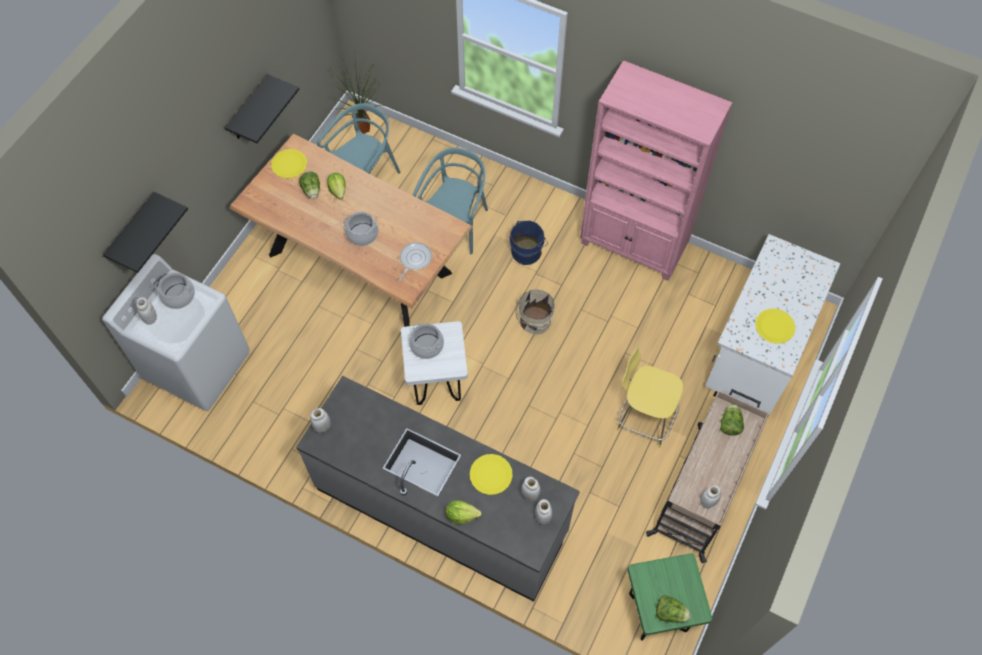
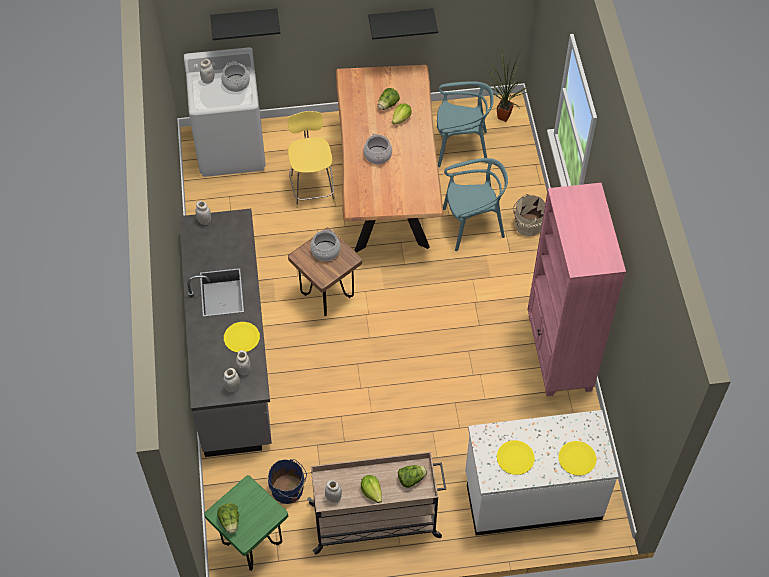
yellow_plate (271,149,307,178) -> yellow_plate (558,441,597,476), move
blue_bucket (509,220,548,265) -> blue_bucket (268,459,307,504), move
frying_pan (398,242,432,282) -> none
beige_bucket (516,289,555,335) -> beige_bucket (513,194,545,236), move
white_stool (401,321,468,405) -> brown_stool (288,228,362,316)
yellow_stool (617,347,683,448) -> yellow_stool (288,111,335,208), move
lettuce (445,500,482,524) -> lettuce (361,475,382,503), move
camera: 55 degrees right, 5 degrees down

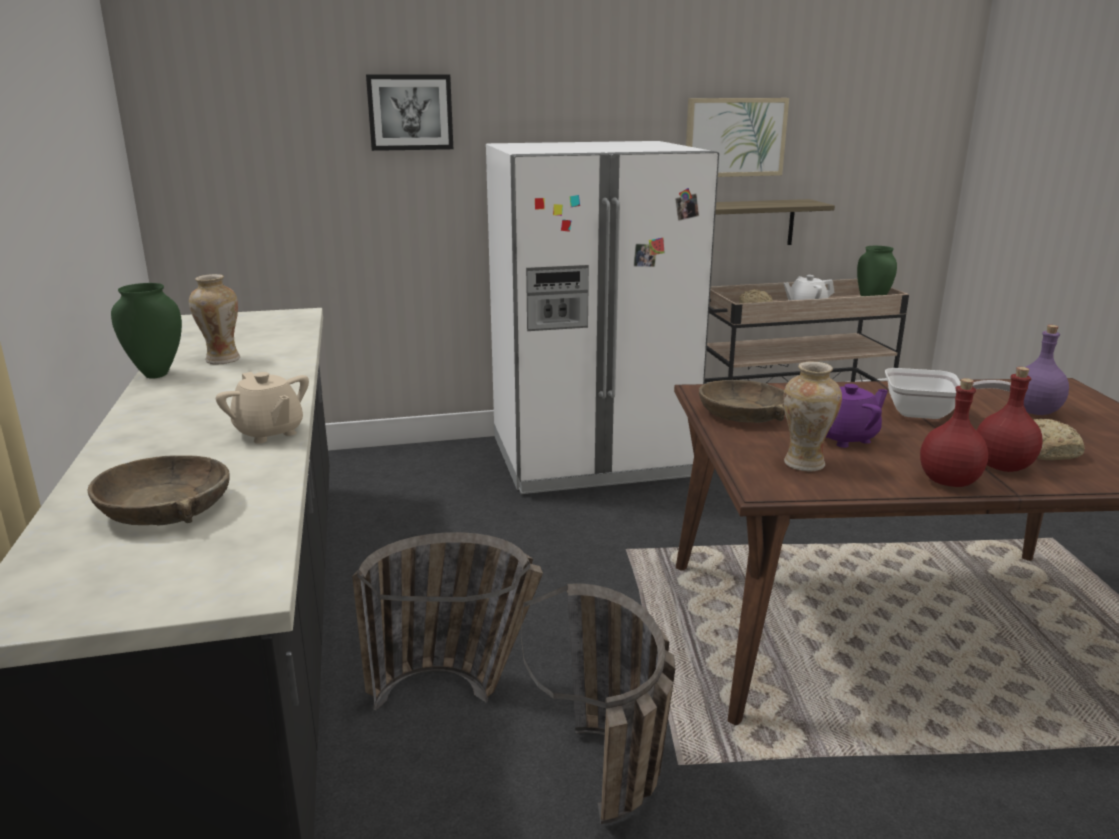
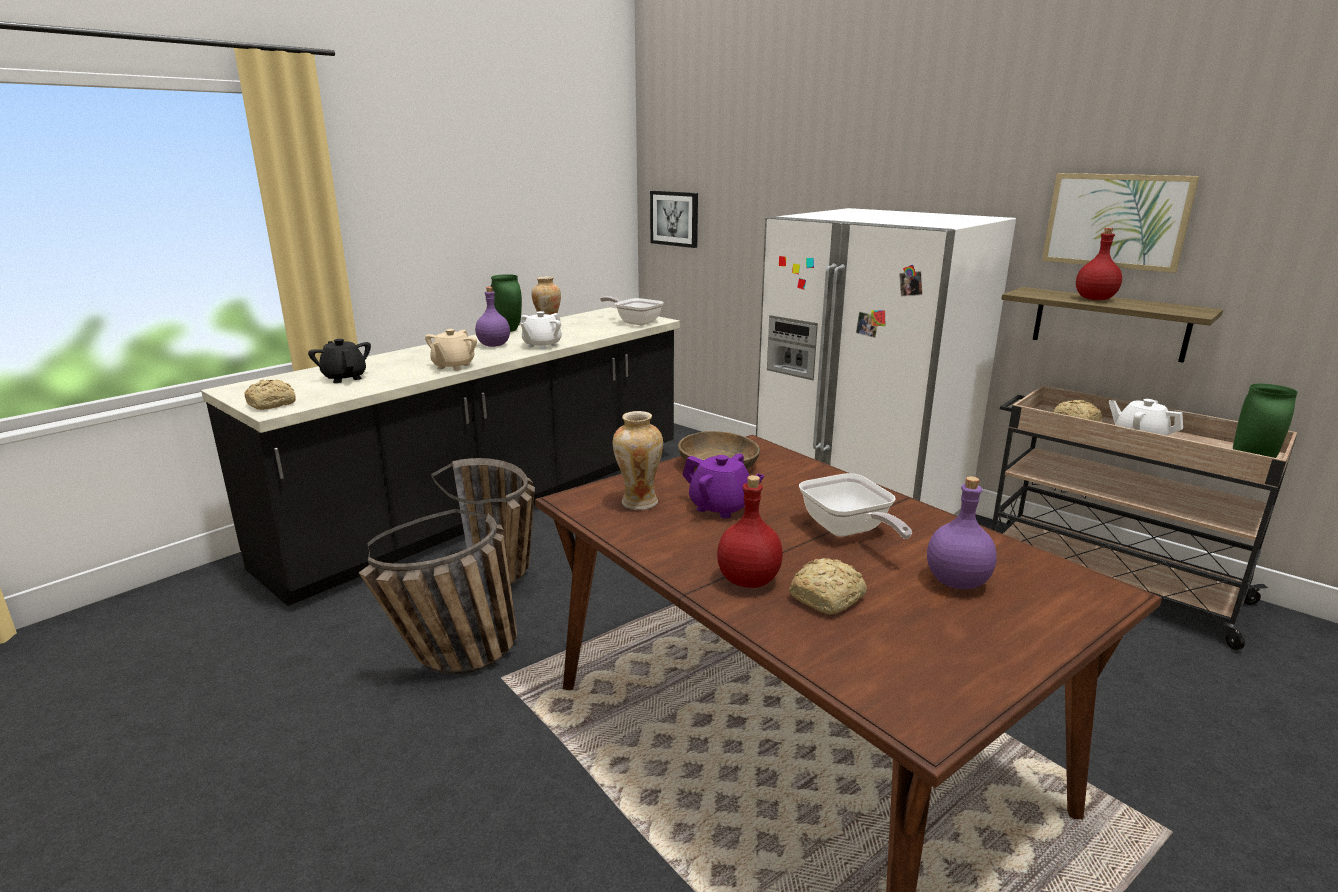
picture (366,74,453,151) -> picture (650,191,698,248), move
red_bottle (920,378,988,487) -> red_bottle (1076,228,1122,300), move
brown_bowl (88,455,229,526) -> black_teapot (308,339,371,383)
none -> purple_bottle (475,287,510,347)
none -> frying_pan (600,296,664,325)
none -> white_teapot (521,311,562,349)
none -> bread (244,379,296,410)
camera: 55 degrees right, 0 degrees up

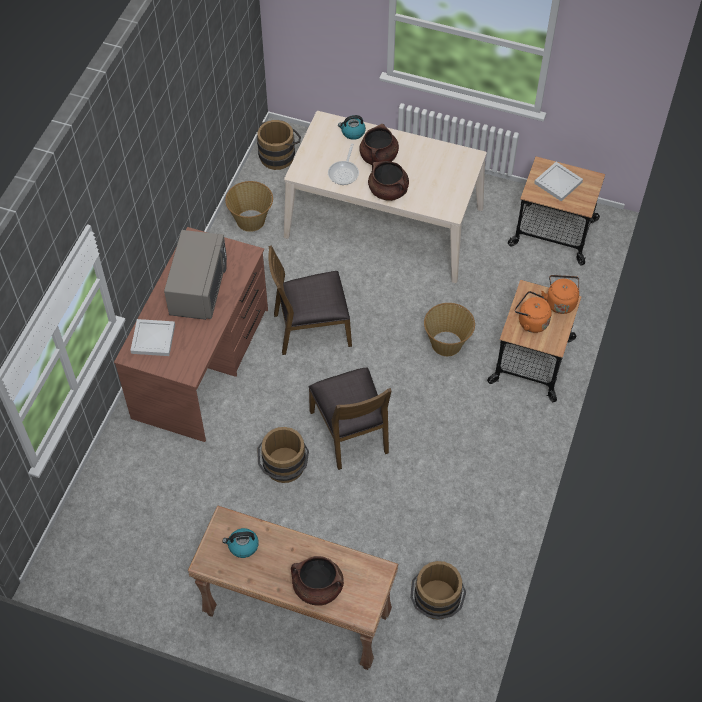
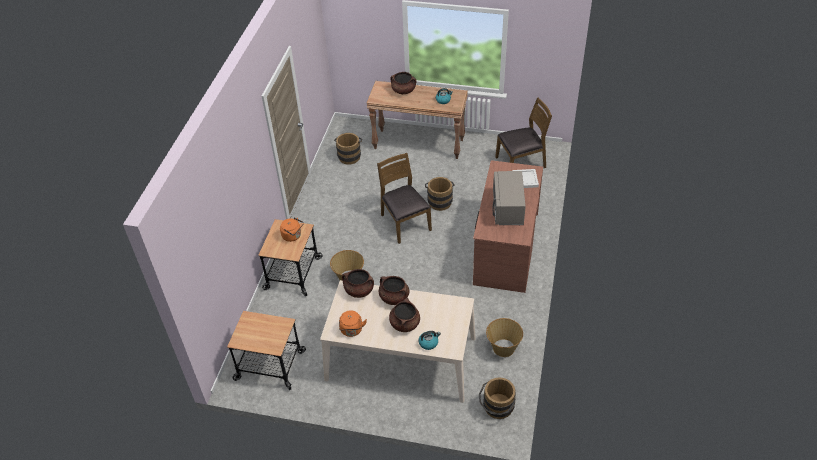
frying_pan (328,144,359,185) -> none
white_tray (534,162,583,201) -> none
brown_chair (268,246,352,355) -> brown_chair (495,97,552,168), move
orange_kettle (541,275,579,314) -> orange_kettle (339,310,367,337), move
none -> brown_cooking_pot (342,269,374,298)
camera: 175 degrees right, 10 degrees down

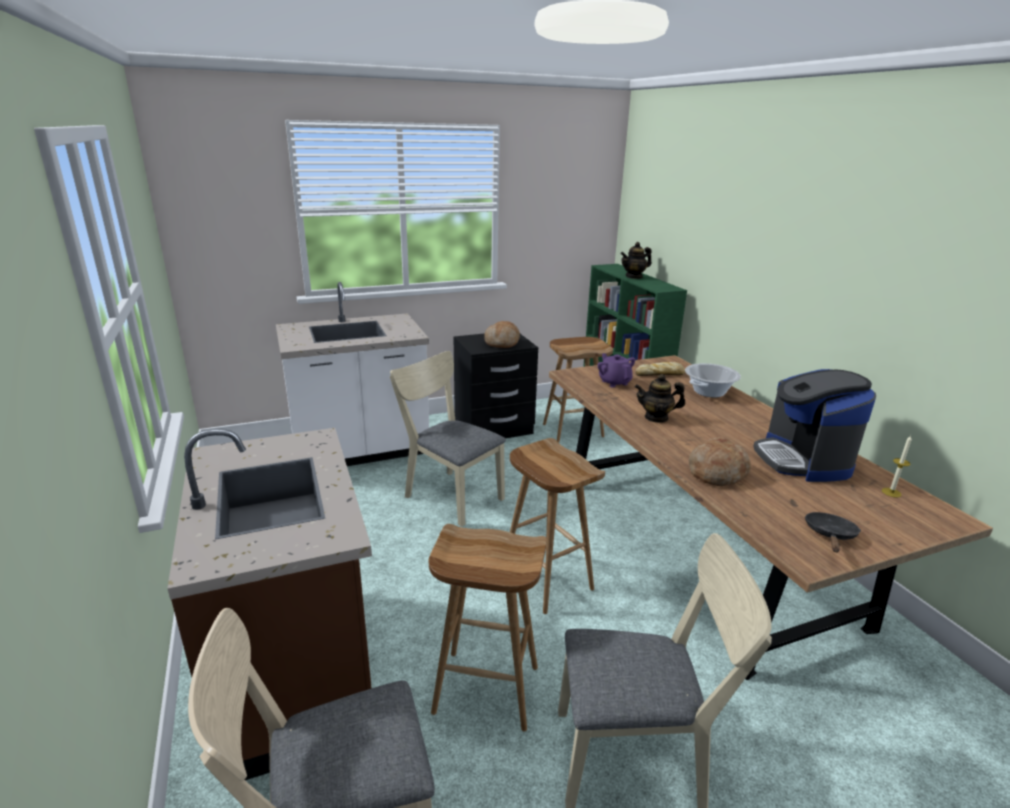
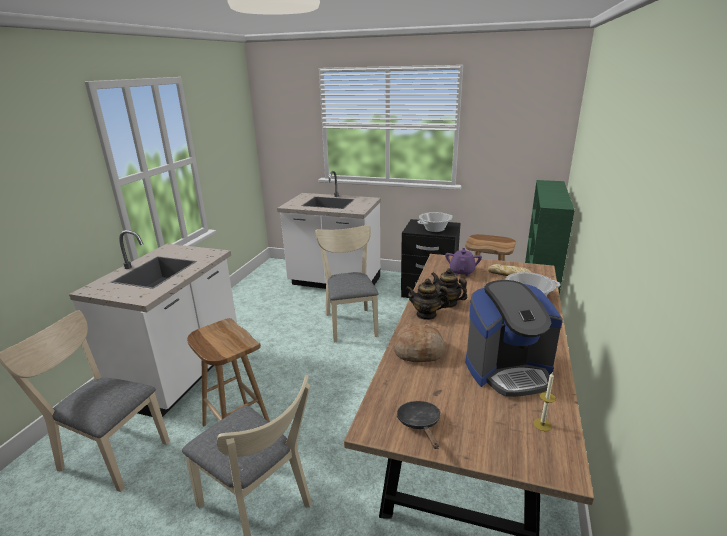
teapot (621,242,652,279) -> teapot (406,279,450,320), move
bread (484,321,520,348) -> cooking_pot (418,212,453,232)
coffee_machine (753,369,876,482) -> coffee_machine (466,280,563,397), 135 degrees counterclockwise
brown_counter (167,428,372,780) -> white_counter (69,230,237,417)
brown_stool (510,438,605,614) -> none
black_frying_pan (805,512,861,553) -> black_frying_pan (397,401,441,449), 75 degrees counterclockwise
camera: 40 degrees right, 0 degrees up

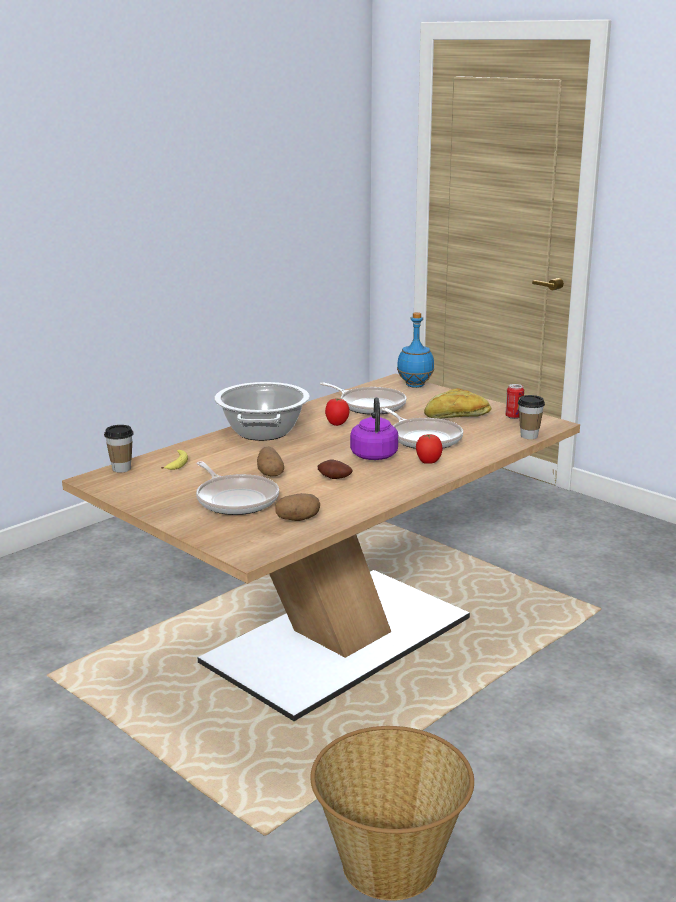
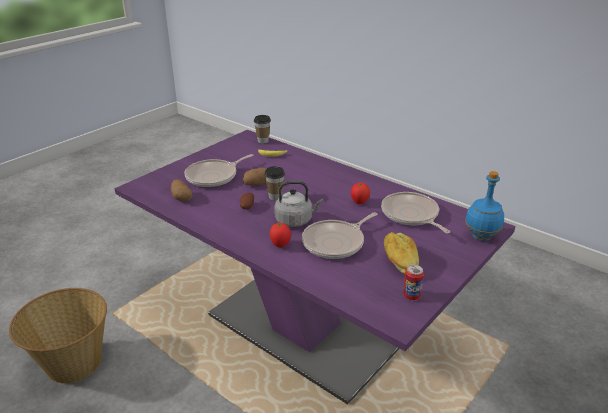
brown_dining_table (62,374,580,721) -> purple_dining_table (114,130,516,405)
cooking_pot (214,382,310,441) -> none
frying_pan (320,382,407,415) -> frying_pan (381,192,450,234), 120 degrees clockwise
cup (518,395,545,439) -> cup (264,166,285,200), move
purple_kettle (350,397,398,460) -> grey_kettle (274,181,323,227)
camera: 85 degrees right, 10 degrees up

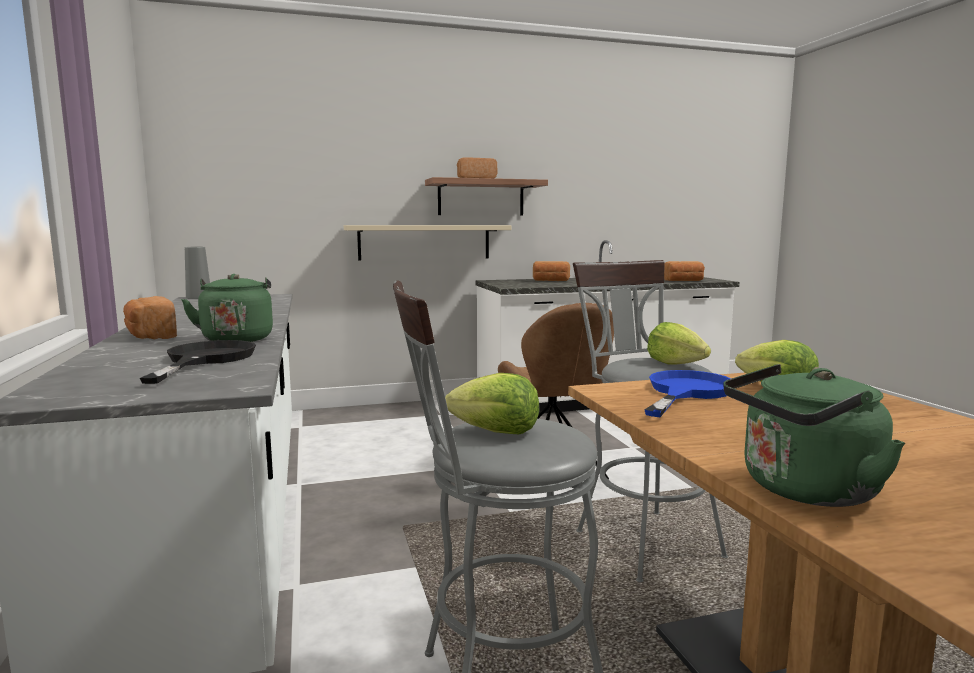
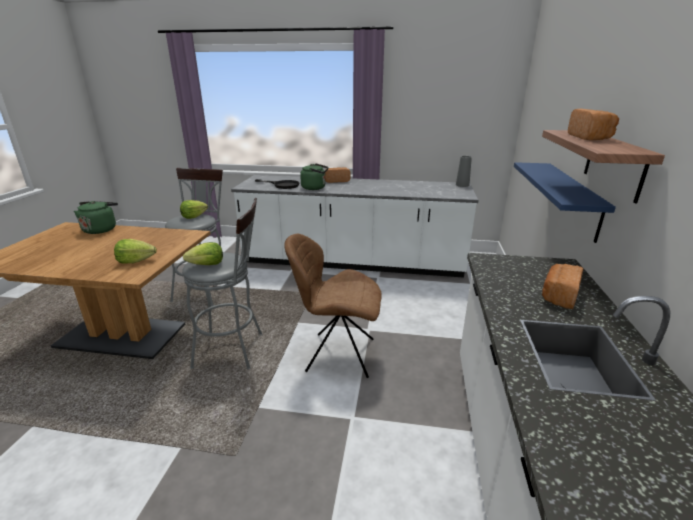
beige_shelf (344,225,512,261) -> blue_shelf (514,162,616,243)
bread (664,261,705,281) -> none
blue_frying_pan (644,370,731,417) -> none
camera: 115 degrees right, 15 degrees up

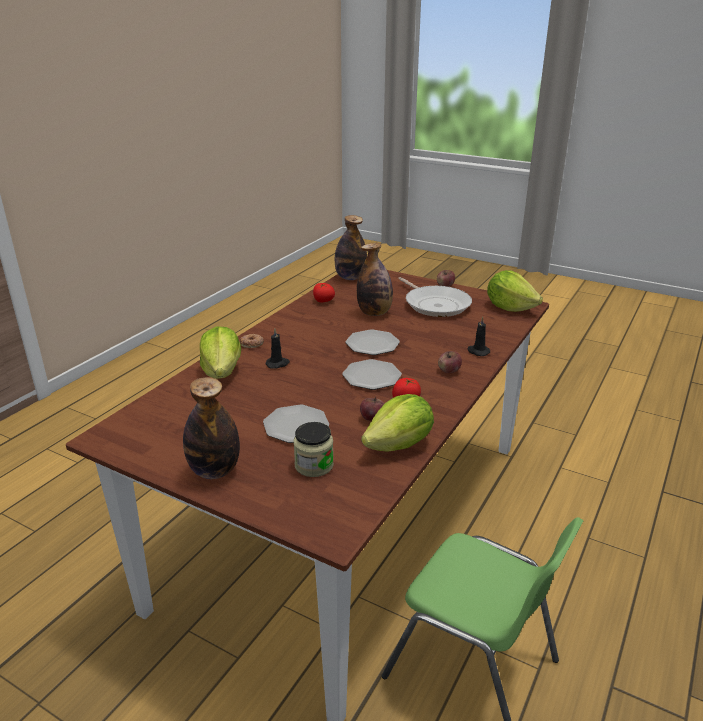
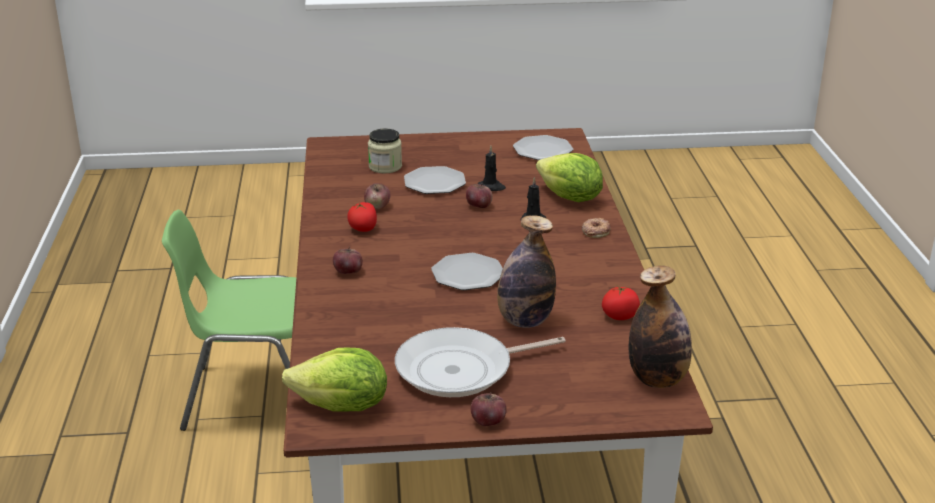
frying_pan (398,277,472,317) -> frying_pan (395,327,566,397), 45 degrees counterclockwise
black_candle (468,316,490,356) -> black_candle (478,146,506,191), move
plate (342,359,402,390) -> plate (513,135,573,160), move
bottle (183,377,240,479) -> none
lettuce (361,394,434,451) -> none
none -> apple (466,183,493,208)
camera: 145 degrees right, 0 degrees up

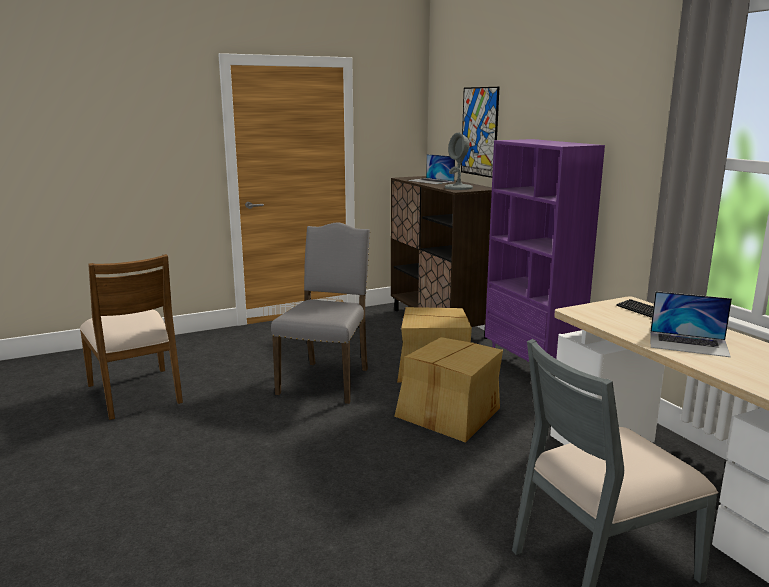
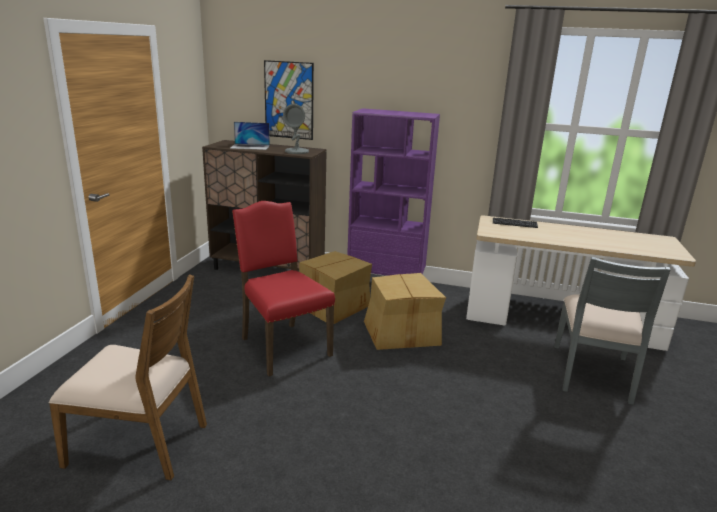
grey_chair (271,222,370,404) -> red_chair (232,201,335,376)
laptop (650,291,732,357) -> none
camera: 50 degrees left, 5 degrees up

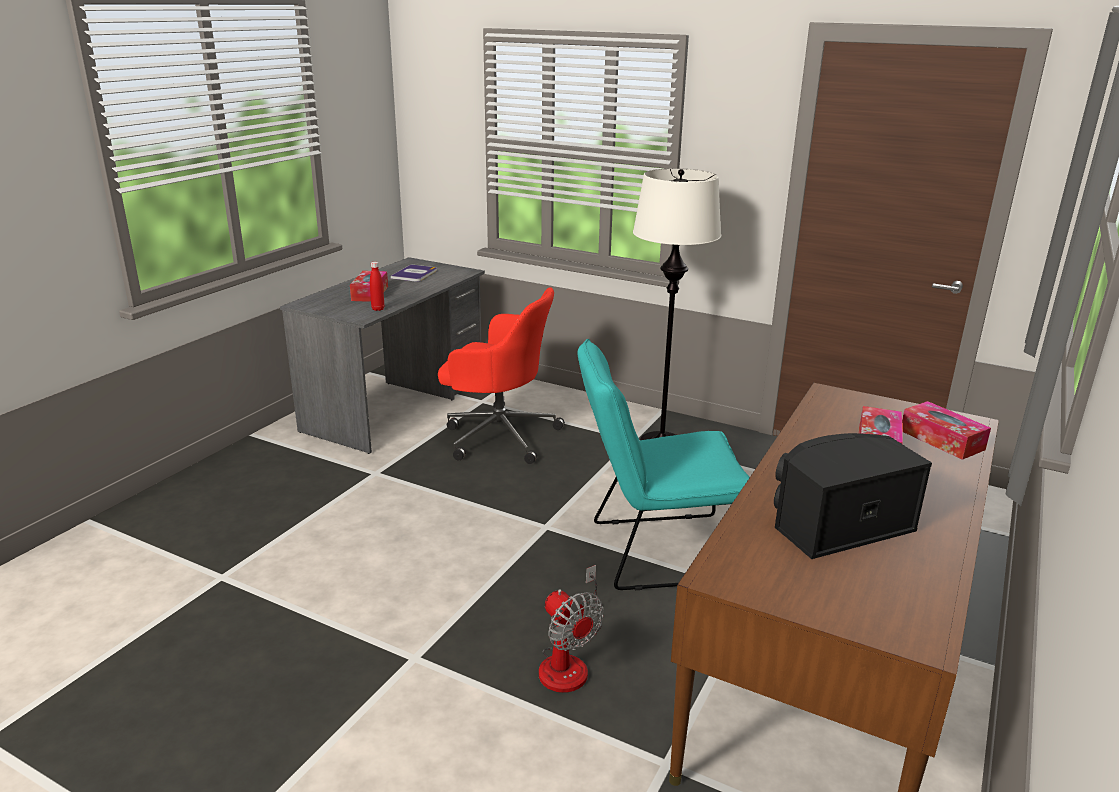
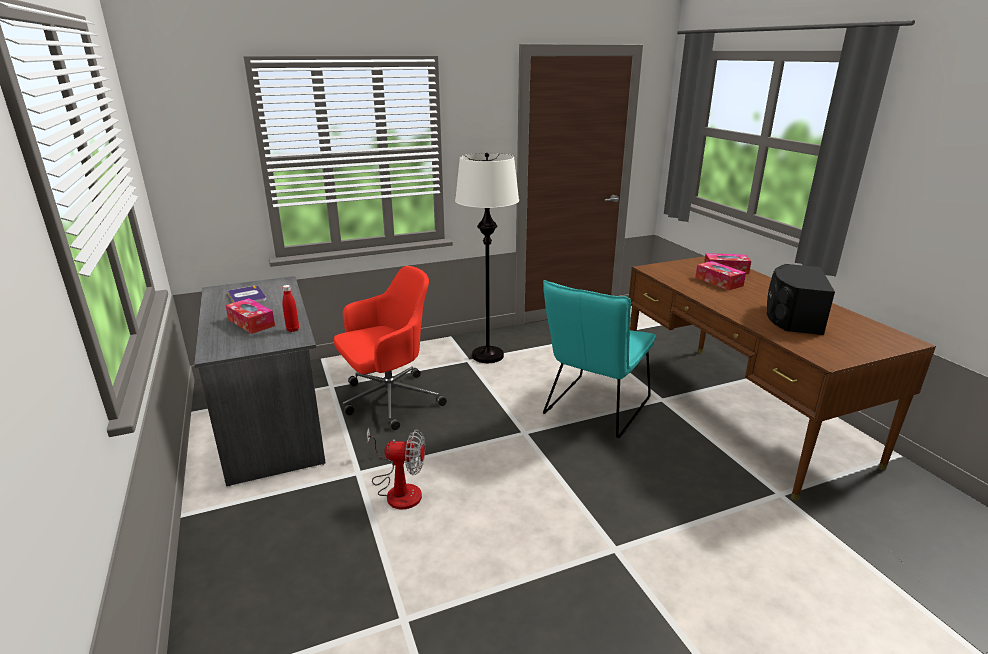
fan (539,565,604,693) -> fan (366,428,425,509), move
camera: 50 degrees left, 0 degrees up

